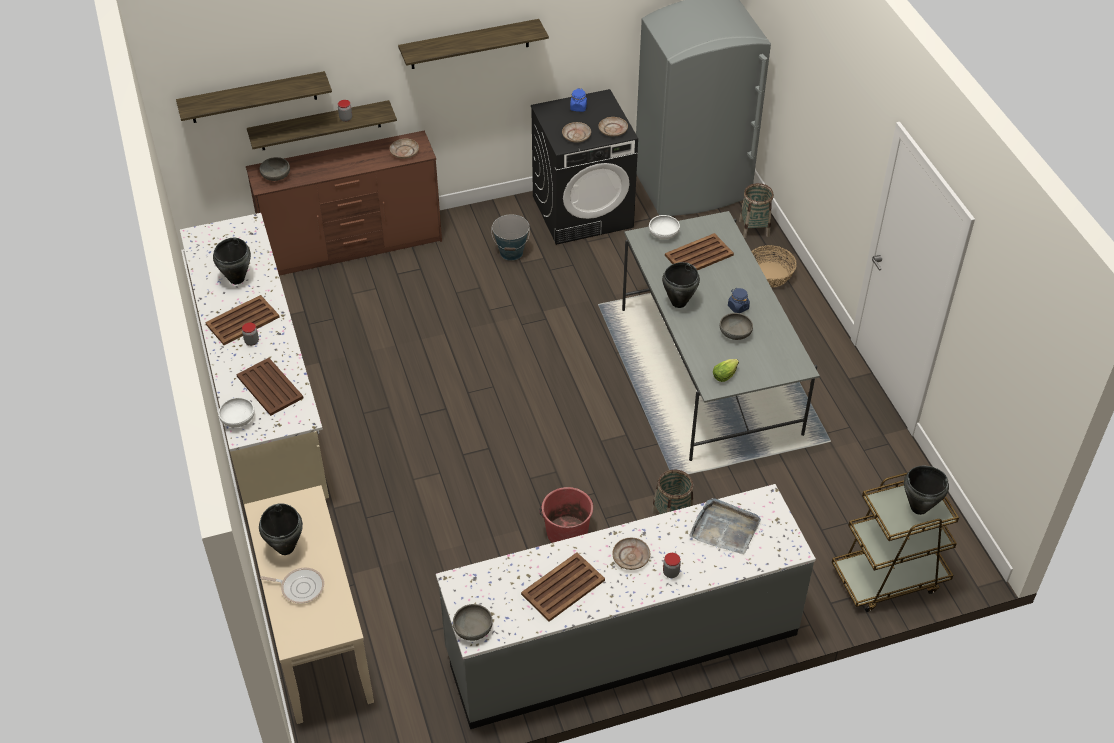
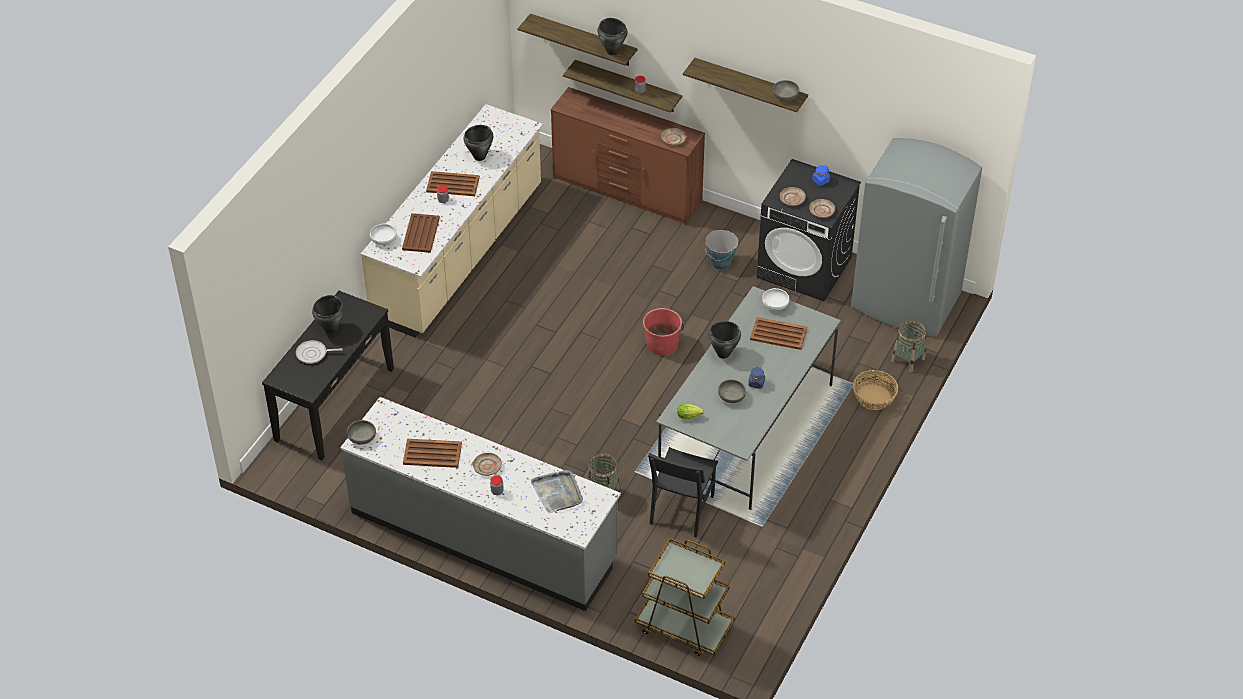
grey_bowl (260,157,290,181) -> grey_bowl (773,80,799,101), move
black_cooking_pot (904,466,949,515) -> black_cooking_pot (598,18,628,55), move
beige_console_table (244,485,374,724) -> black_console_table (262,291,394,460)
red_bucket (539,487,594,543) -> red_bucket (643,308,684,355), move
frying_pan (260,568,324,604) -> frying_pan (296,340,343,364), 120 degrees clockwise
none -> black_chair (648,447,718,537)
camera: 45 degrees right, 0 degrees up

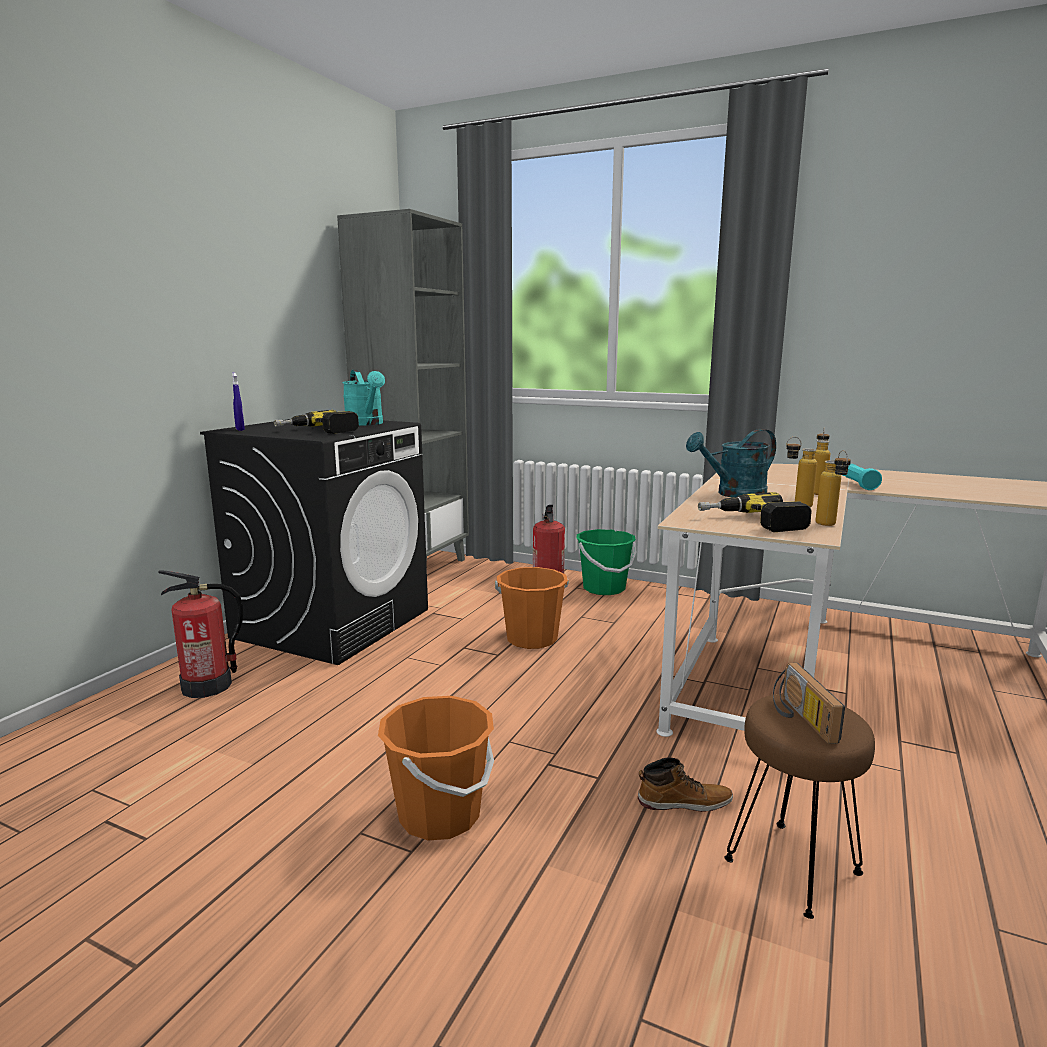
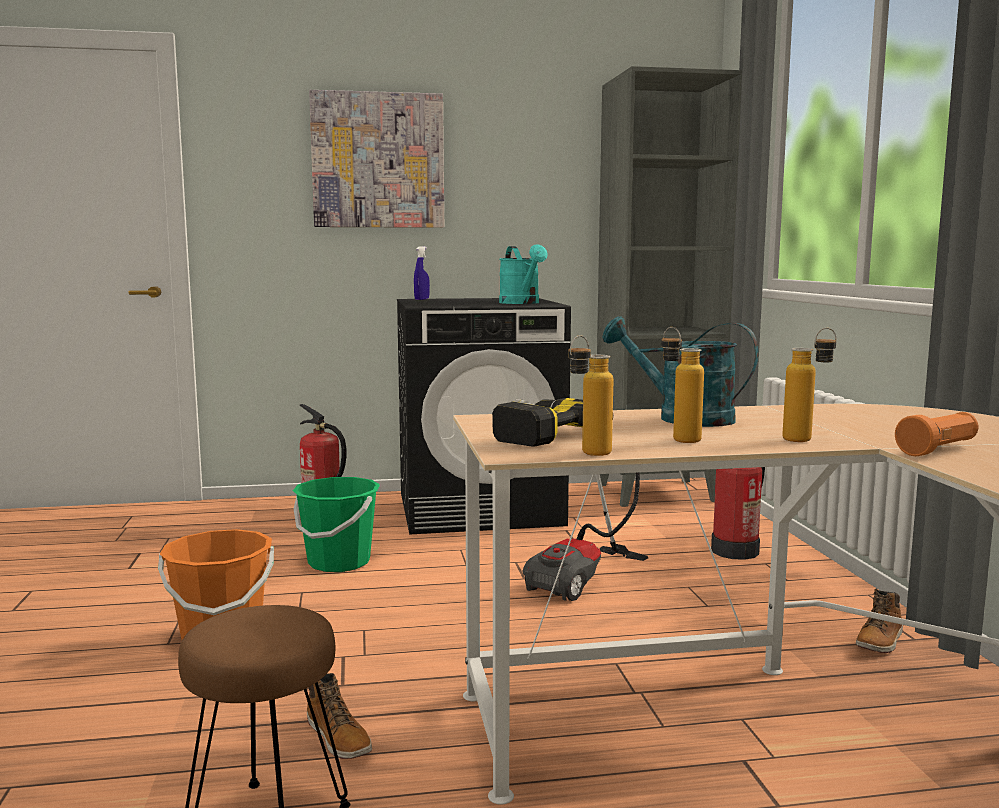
turquoise_watering_can (342,369,385,426) -> turquoise_watering_can (499,245,548,304), 45 degrees counterclockwise
power_drill (274,410,359,434) -> none
turquoise_flashlight (843,464,882,490) -> orange_flashlight (895,412,978,456)
green_bucket (577,529,636,595) -> green_bucket (293,477,380,572), move
orange_bucket (495,567,569,649) -> vacuum_cleaner (523,472,648,601)
radio (773,663,845,744) -> none
none -> picture (309,90,444,228)
none -> boot (856,589,903,653)
camera: 55 degrees right, 5 degrees down

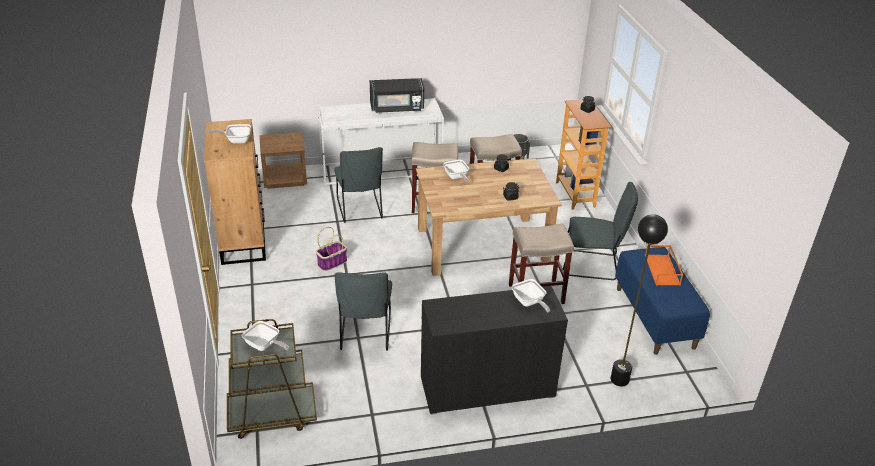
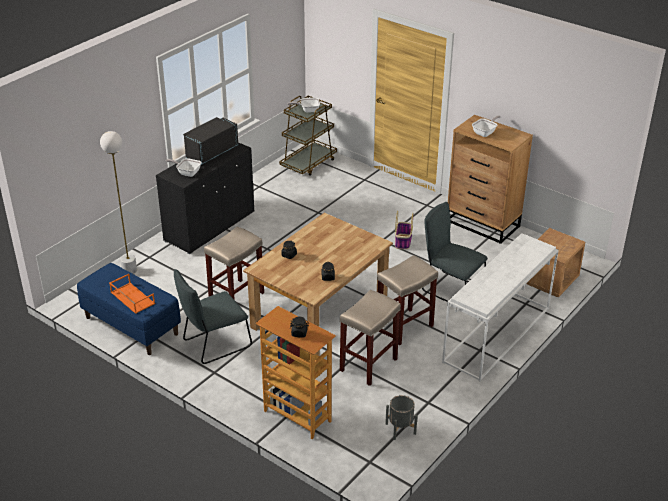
black_microwave (370,78,424,113) -> black_microwave (183,117,238,165), move
frying_pan (443,160,469,182) -> none
black_floor_lamp (611,214,668,386) -> white_floor_lamp (100,131,137,274)
grey_chair (334,272,392,351) -> none
camera: 140 degrees right, 0 degrees up

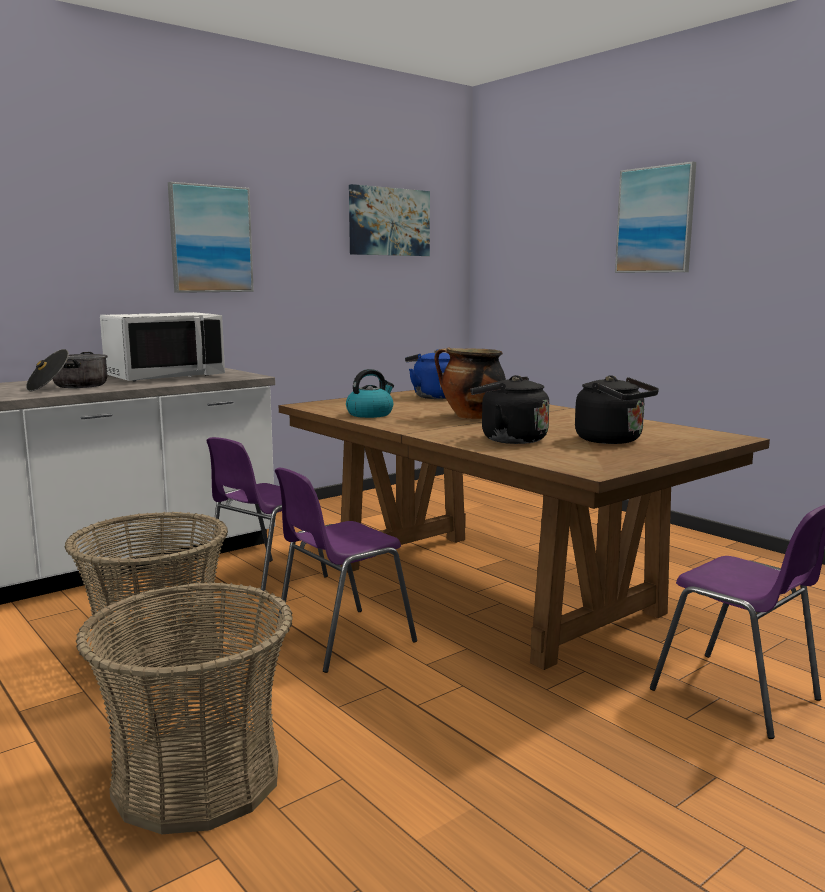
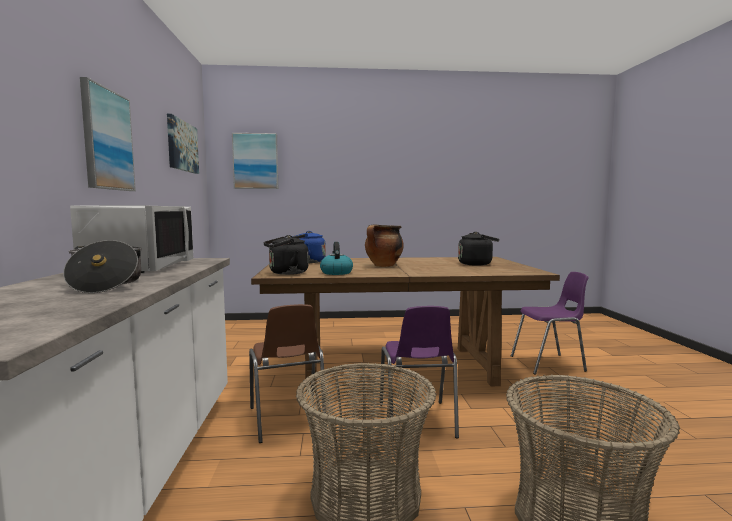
picture (615,161,696,273) -> picture (232,133,278,189), move
black_kettle (470,375,549,444) -> black_kettle (263,235,309,275), move
purple_chair (206,437,328,603) -> brown_chair (249,304,327,443)
camera: 55 degrees left, 5 degrees down

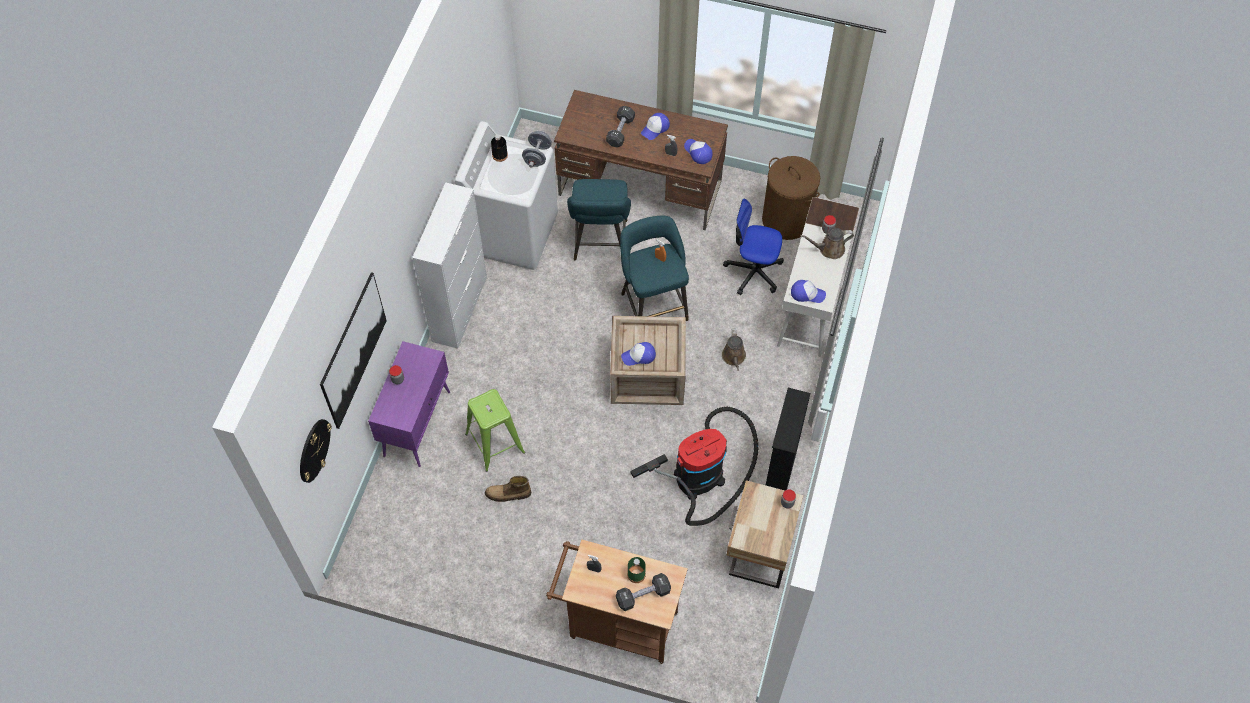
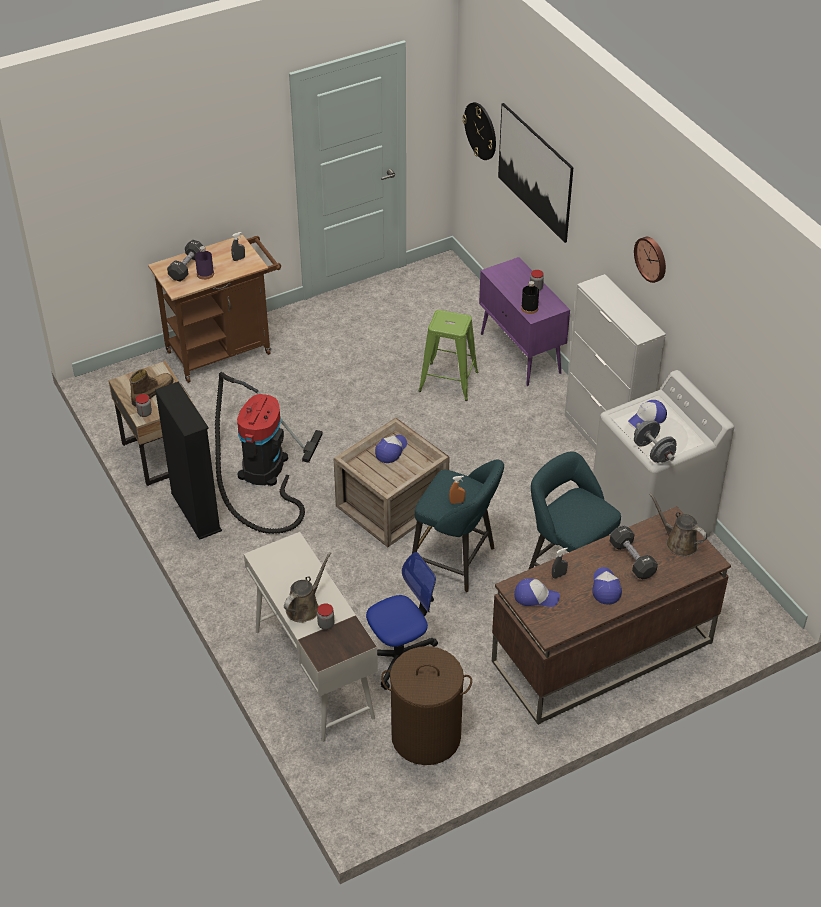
black_bottle (491,135,508,162) -> black_bottle (521,281,539,314), move
cap (791,280,826,303) -> cap (628,400,667,428), move
brown_watering_can (722,328,746,371) -> brown_watering_can (649,493,707,557), move
boot (485,476,532,502) -> boot (130,369,174,406), move
green_bottle (627,557,646,583) -> purple_bottle (195,246,214,280)
none -> wall_clock (634,237,666,283)
camera: 135 degrees right, 15 degrees down

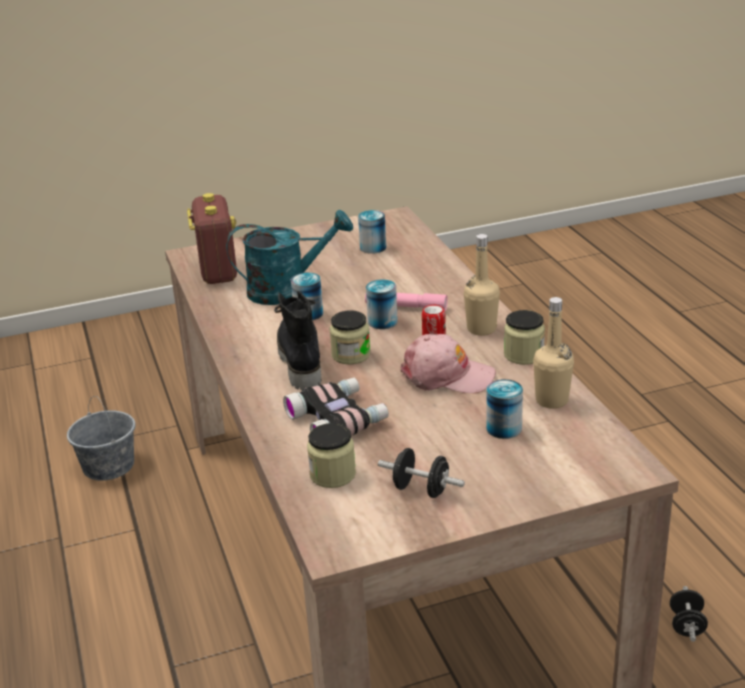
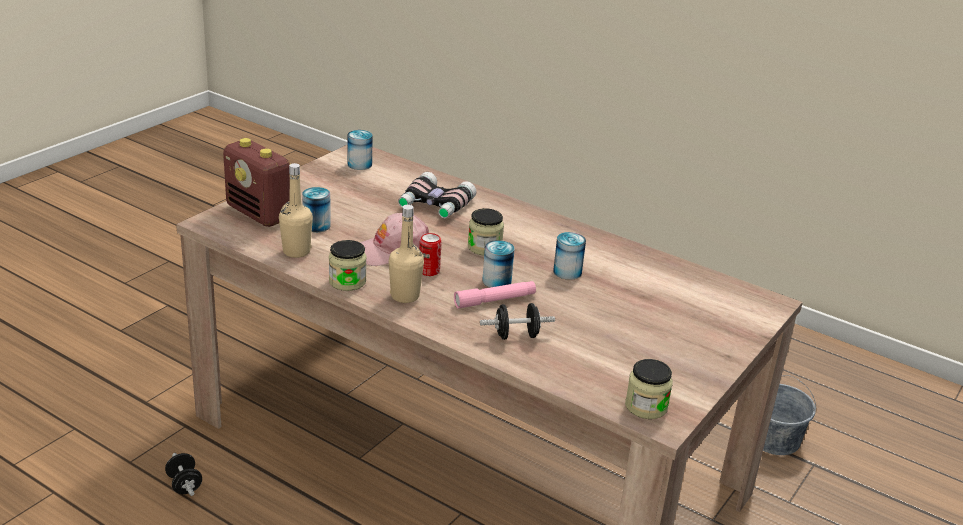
radio (187,193,237,284) -> radio (223,138,290,227), move
turquoise_watering_can (226,210,353,305) -> none
can (358,210,386,254) -> can (348,130,373,170), move
black_boot (274,291,321,390) -> none
jar (307,423,356,488) -> jar (625,359,673,419), move
black_dumbbell (378,448,465,498) -> black_dumbbell (480,303,555,340), move
camera: 140 degrees right, 0 degrees up

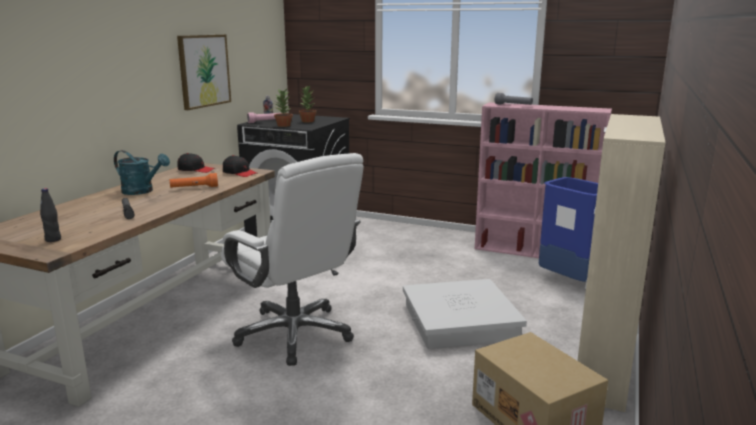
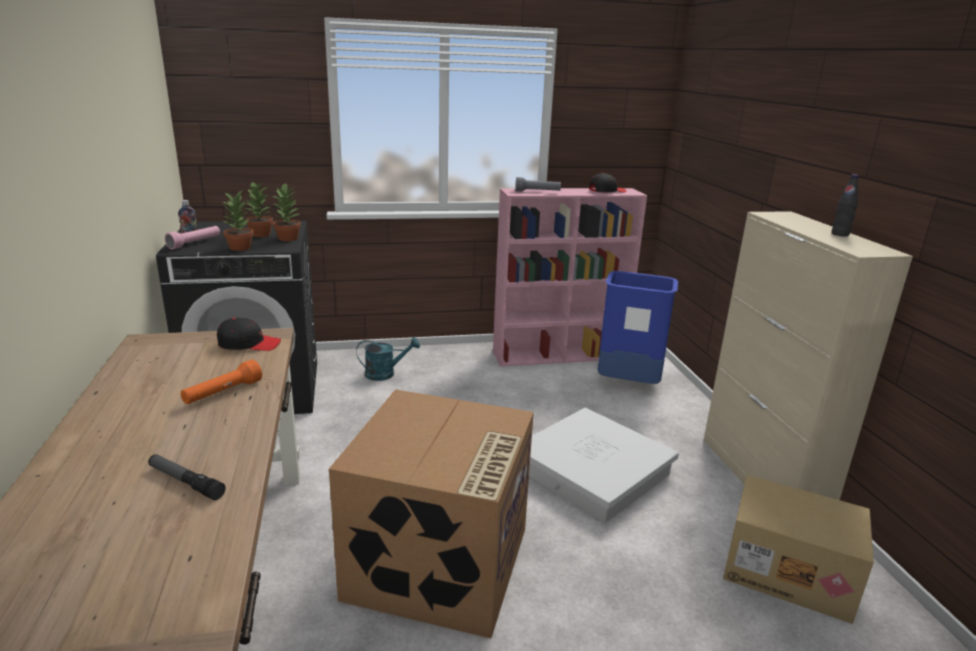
picture (177,34,231,110) -> none
turquoise_watering_can (114,150,170,195) -> turquoise_watering_can (356,337,420,381), move
black_cap (177,153,215,173) -> black_cap (589,173,626,193), move
white_office_chair (221,153,364,366) -> cardboard_box (329,389,534,639)
black_bottle (40,188,61,242) -> black_bottle (831,174,859,236), move
none -> potted_plant (273,182,301,241)
camera: 35 degrees left, 5 degrees up

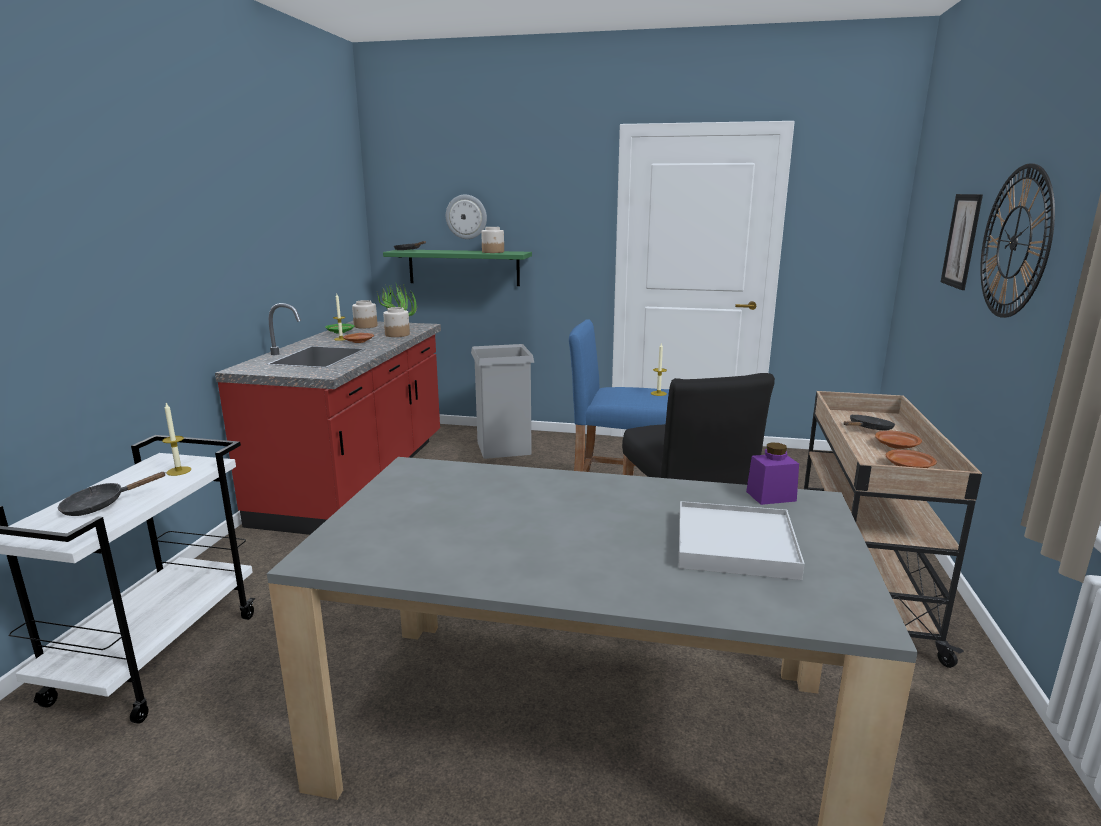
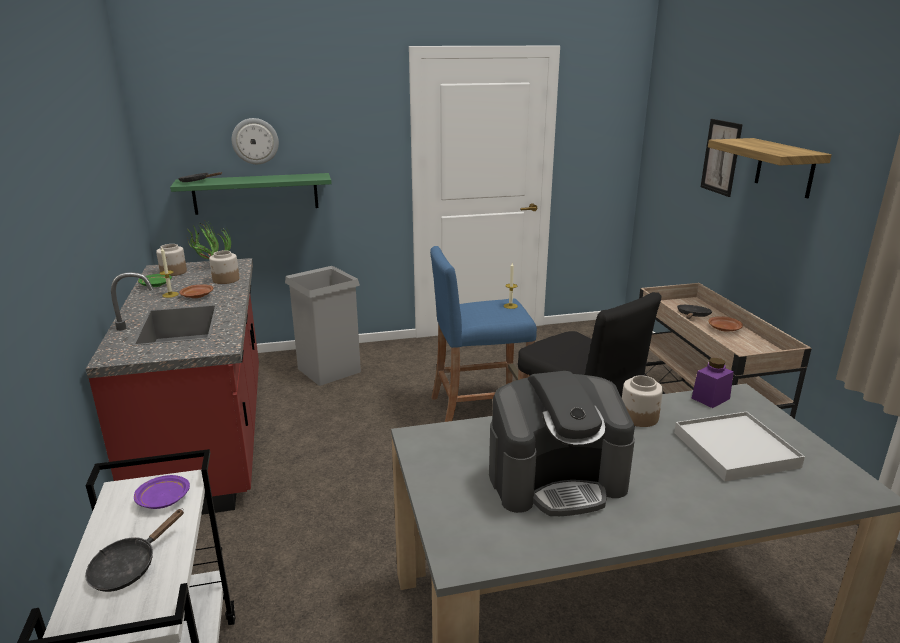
wall_clock (980,164,1055,318) -> shelf (708,138,832,198)
jar (481,227,504,253) -> jar (622,375,663,427), move
candle (162,403,191,476) -> purple_plate (134,475,190,509)
brown_plate (886,450,937,468) -> none
none -> coffee_machine (489,371,635,516)
camera: 25 degrees left, 5 degrees up

